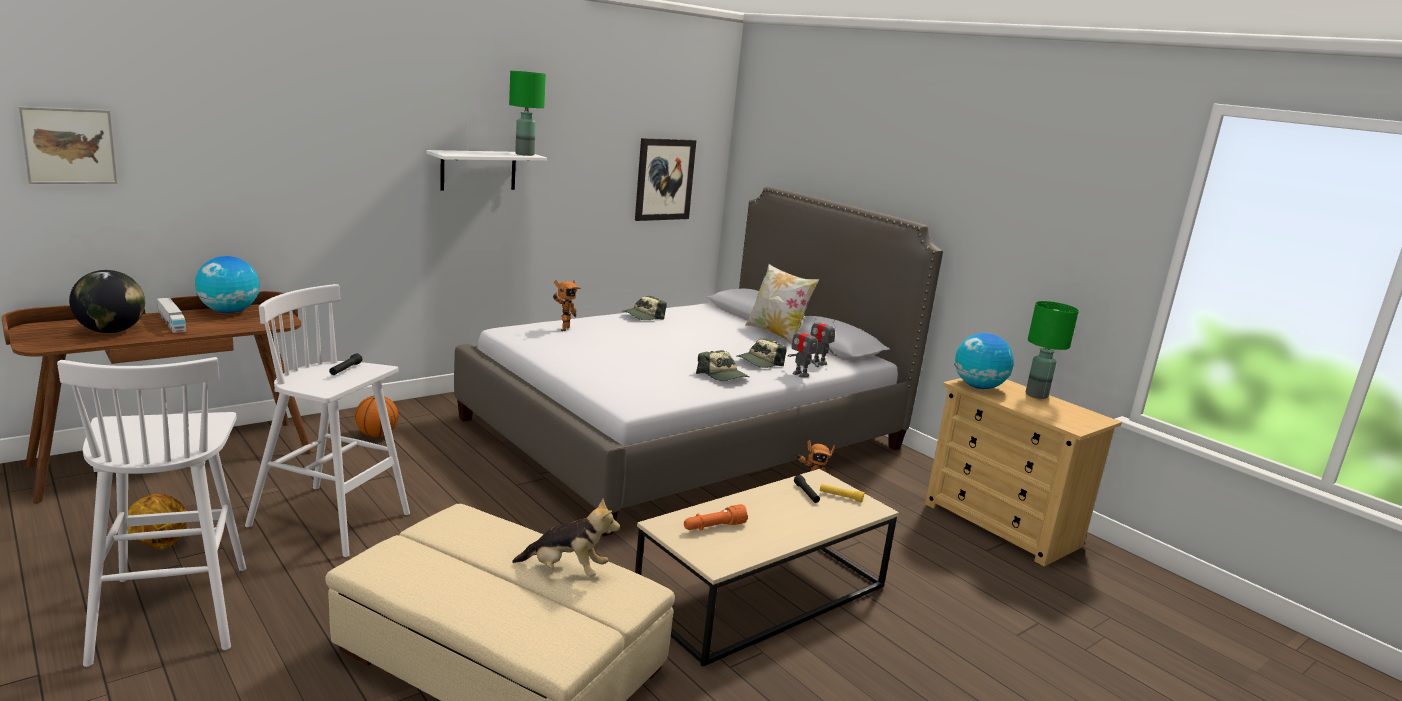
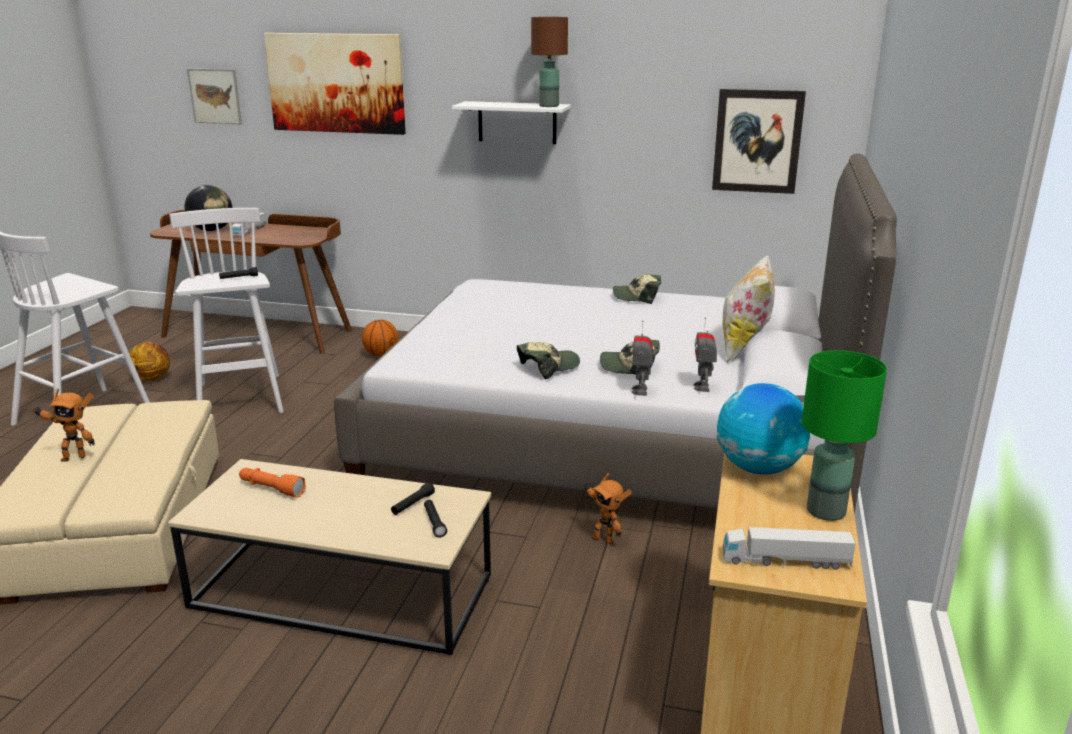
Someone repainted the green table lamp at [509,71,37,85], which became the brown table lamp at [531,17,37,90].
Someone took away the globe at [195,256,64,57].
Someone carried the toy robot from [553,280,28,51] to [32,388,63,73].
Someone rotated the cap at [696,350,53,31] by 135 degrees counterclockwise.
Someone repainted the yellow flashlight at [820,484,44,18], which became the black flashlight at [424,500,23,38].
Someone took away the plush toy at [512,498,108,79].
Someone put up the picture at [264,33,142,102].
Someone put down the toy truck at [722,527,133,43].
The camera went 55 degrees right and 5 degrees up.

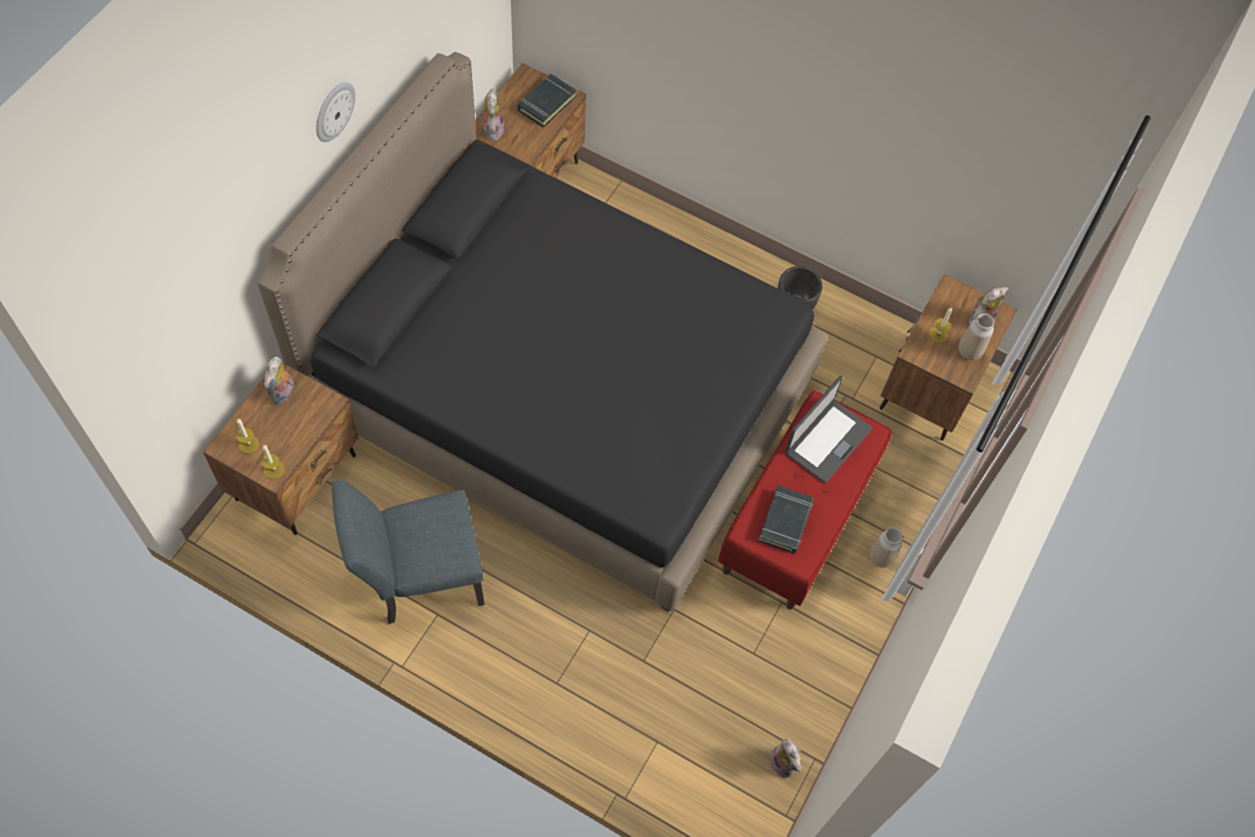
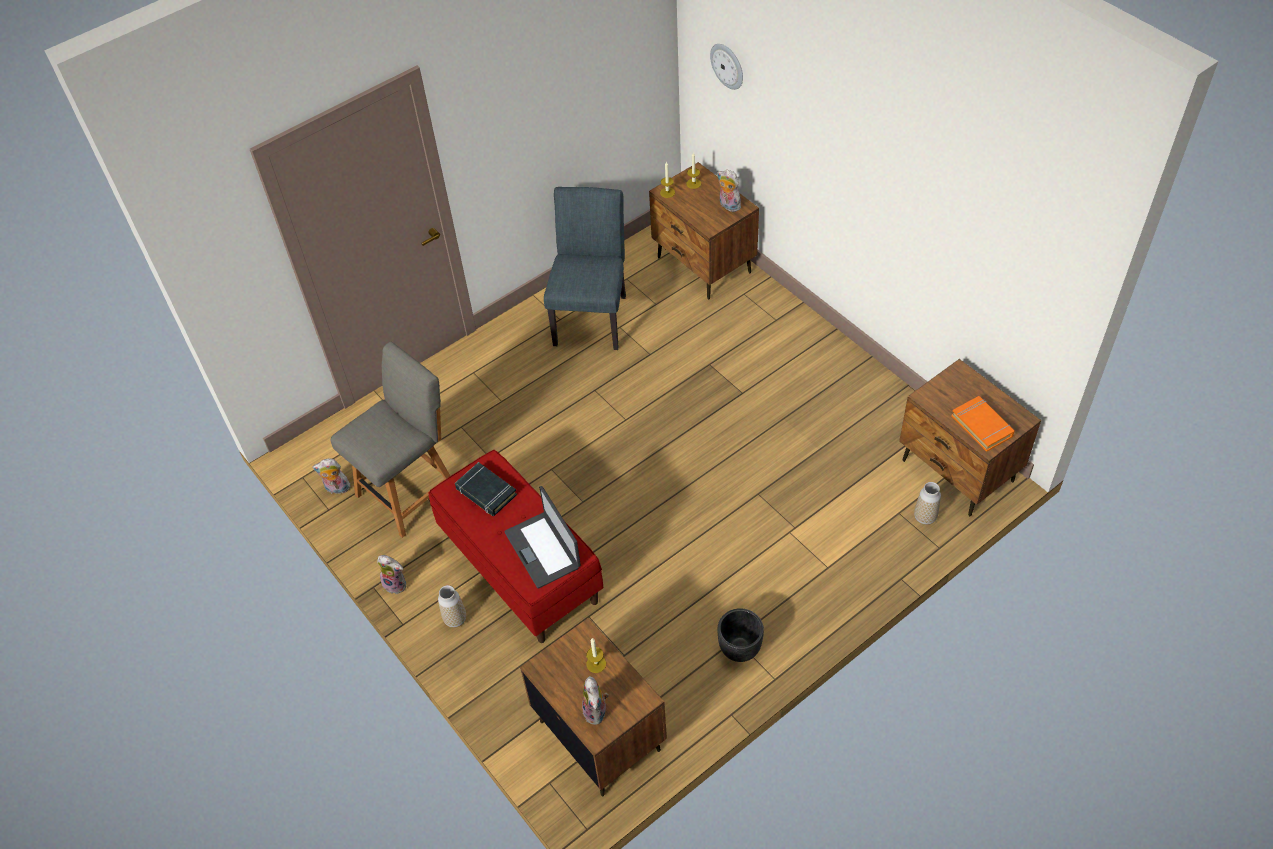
Someone took away the black bed at [257,52,570,560].
Someone repainted the black book at [518,74,59,54], which became the orange book at [952,396,63,56].
Someone carried the wall clock from [316,82,40,60] to [710,44,33,46].
Someone carried the plush toy from [479,88,25,53] to [377,555,29,39].
Someone carried the vase from [959,314,35,46] to [914,482,27,43].
Someone put down the grey chair at [330,342,120,196].
The camera went 120 degrees right and 10 degrees down.

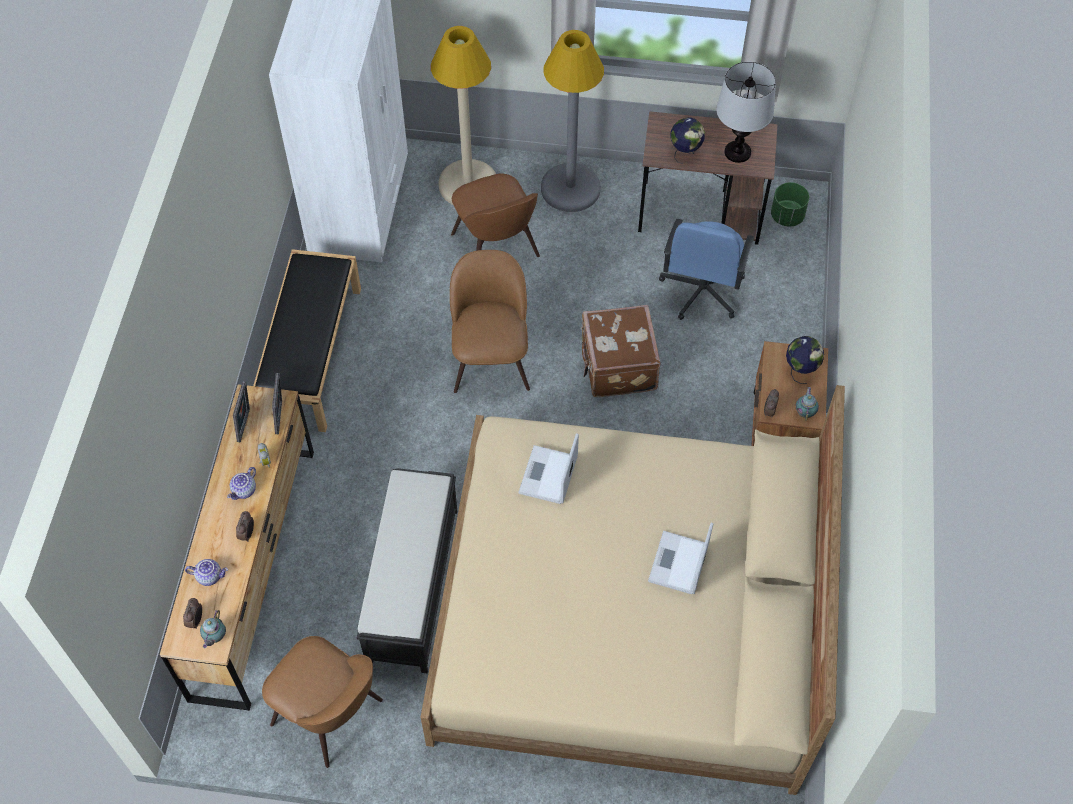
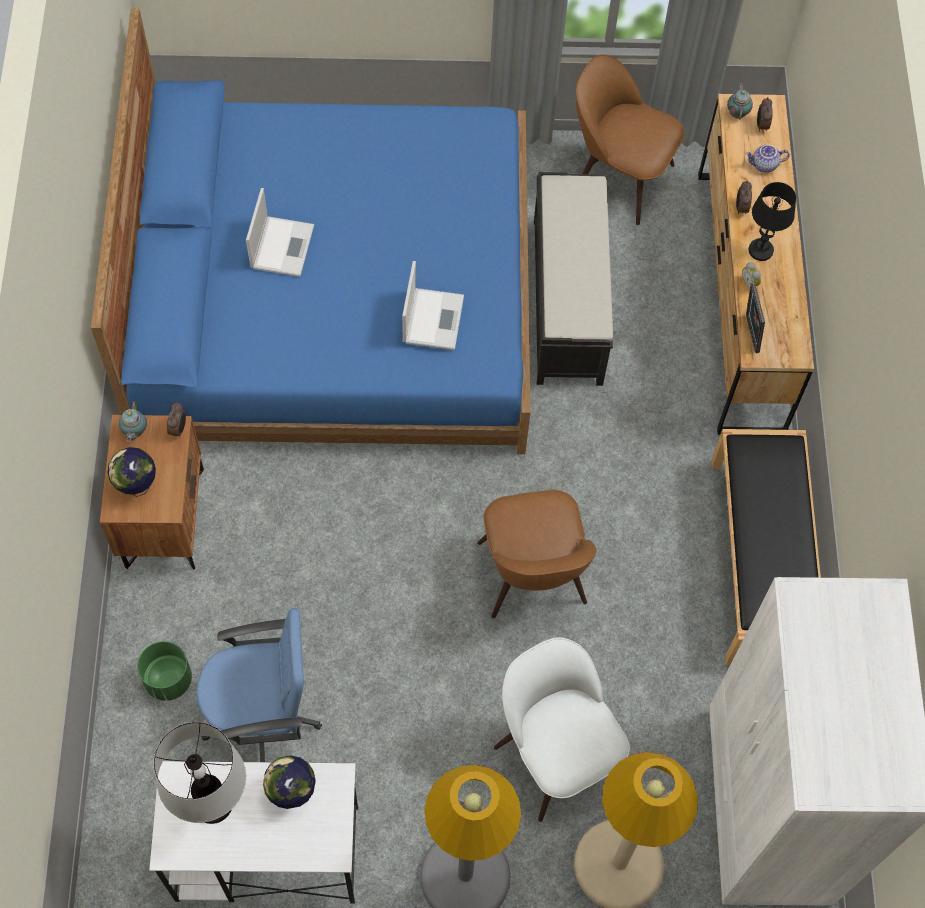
Someone repainted the brown desk at [638,111,140,134], which became the white desk at [149,761,209,142].
Someone repainted the brown chair at [451,173,89,84], which became the white chair at [494,637,136,185].
Someone carried the green planter from [771,182,38,45] to [137,641,55,60].
Someone rotated the blue office chair at [659,219,95,101] by 75 degrees clockwise.
Someone took away the brown suitcase at [580,305,81,92].
Someone took away the picture frame at [233,382,17,60].
Someone repainted the beige bed at [421,385,424,410], which became the blue bed at [91,8,440,446].
Someone swapped the teapot at [227,467,29,33] for the black table lamp at [749,182,47,79].
The camera went 170 degrees right and 5 degrees up.

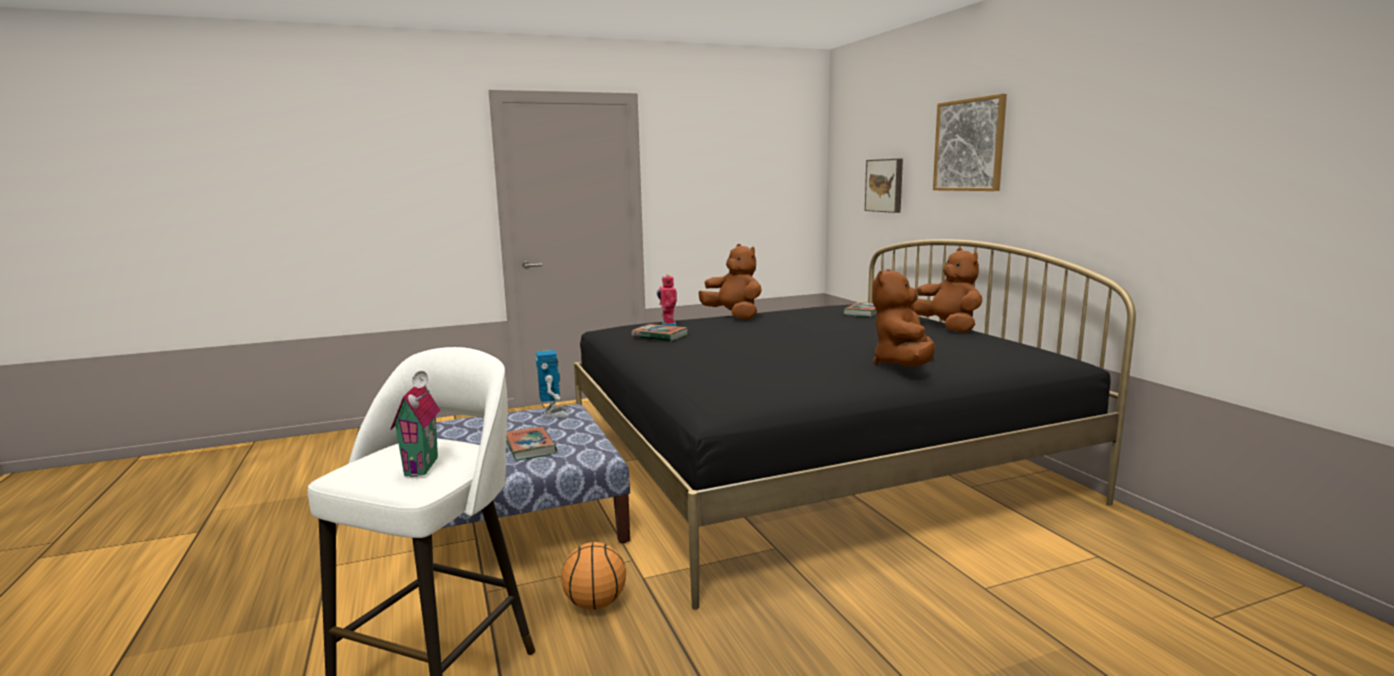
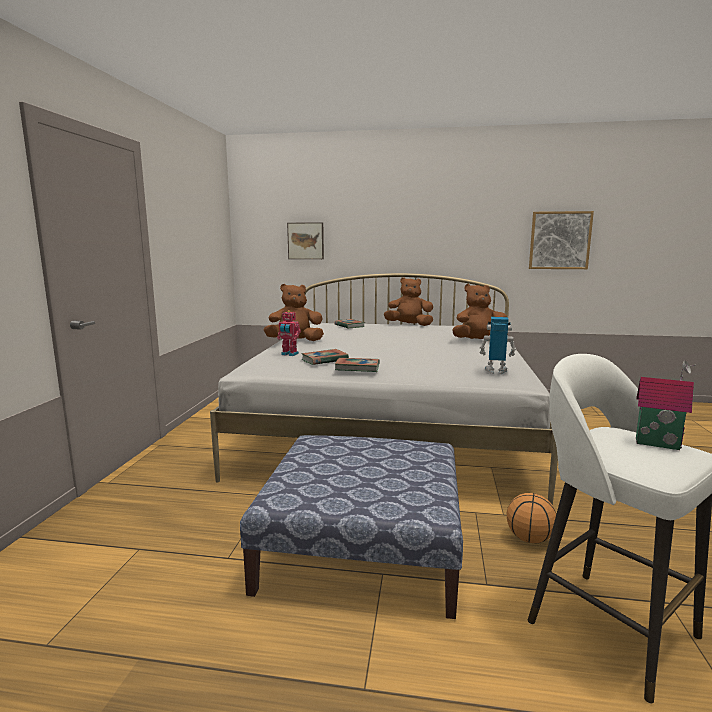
Someone carried the picture from [933,94,74,97] to [529,211,65,58].
Someone repainted the black bed at [574,239,562,371], which became the white bed at [210,273,348,232].
Someone rotated the brown plush toy at [872,269,63,97] by 120 degrees clockwise.
Someone carried the toy robot from [536,350,33,67] to [480,317,36,57].
Someone carried the book from [506,427,51,34] to [335,358,44,14].
The camera went 60 degrees left and 0 degrees up.

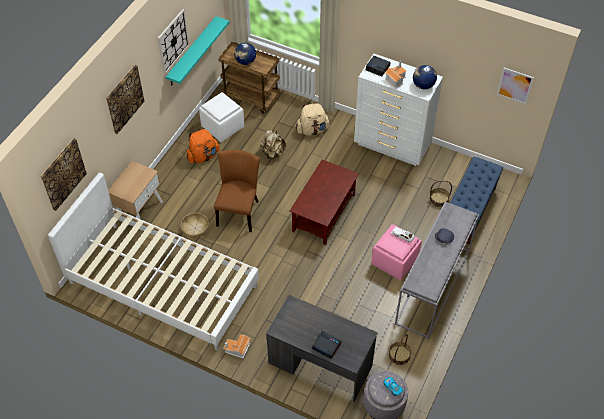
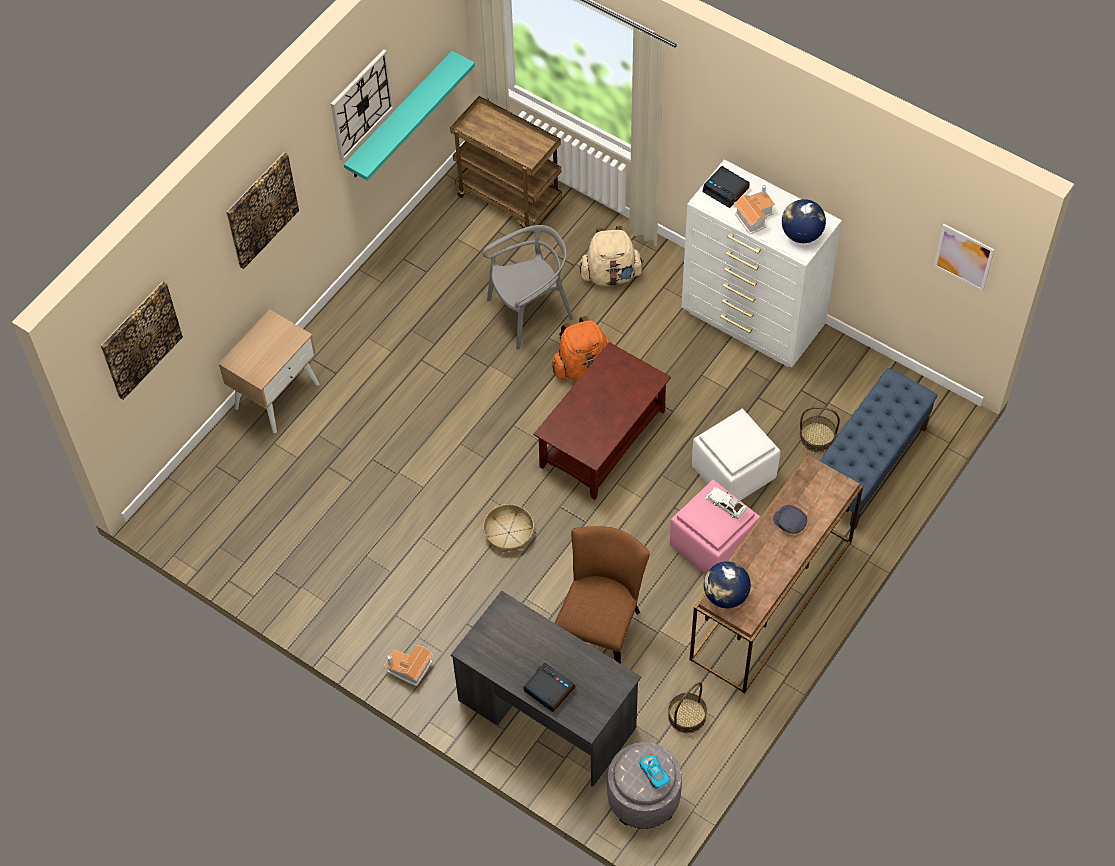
Someone carried the globe from [234,43,22,22] to [704,561,47,47].
Someone carried the white ottoman from [199,92,45,50] to [692,408,88,93].
Someone carried the orange backpack from [186,128,34,35] to [552,316,59,64].
Someone swapped the beige backpack at [260,129,26,30] for the grey chair at [482,225,91,125].
Someone carried the brown chair from [214,150,46,82] to [555,526,94,138].
Someone took away the white bed at [48,172,211,179].
Someone repainted the grey console table at [395,202,84,137], which became the brown console table at [689,454,174,240].
Someone carried the basket from [181,213,28,25] to [483,504,51,48].
The camera went 10 degrees right and 5 degrees up.

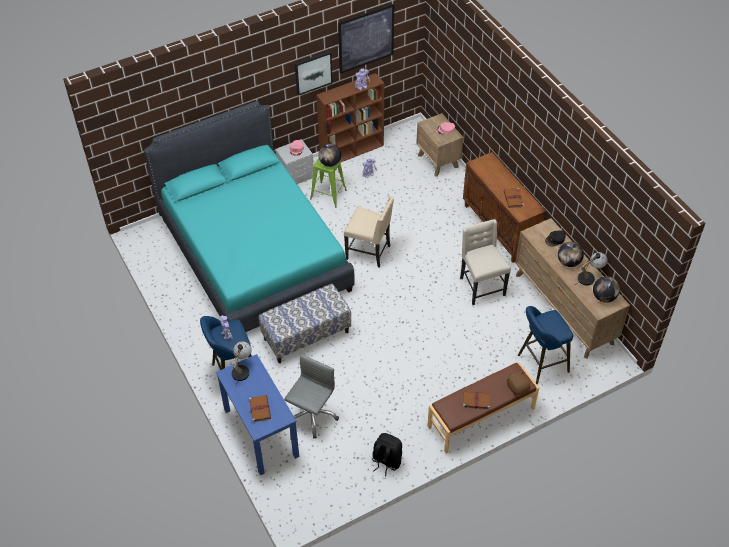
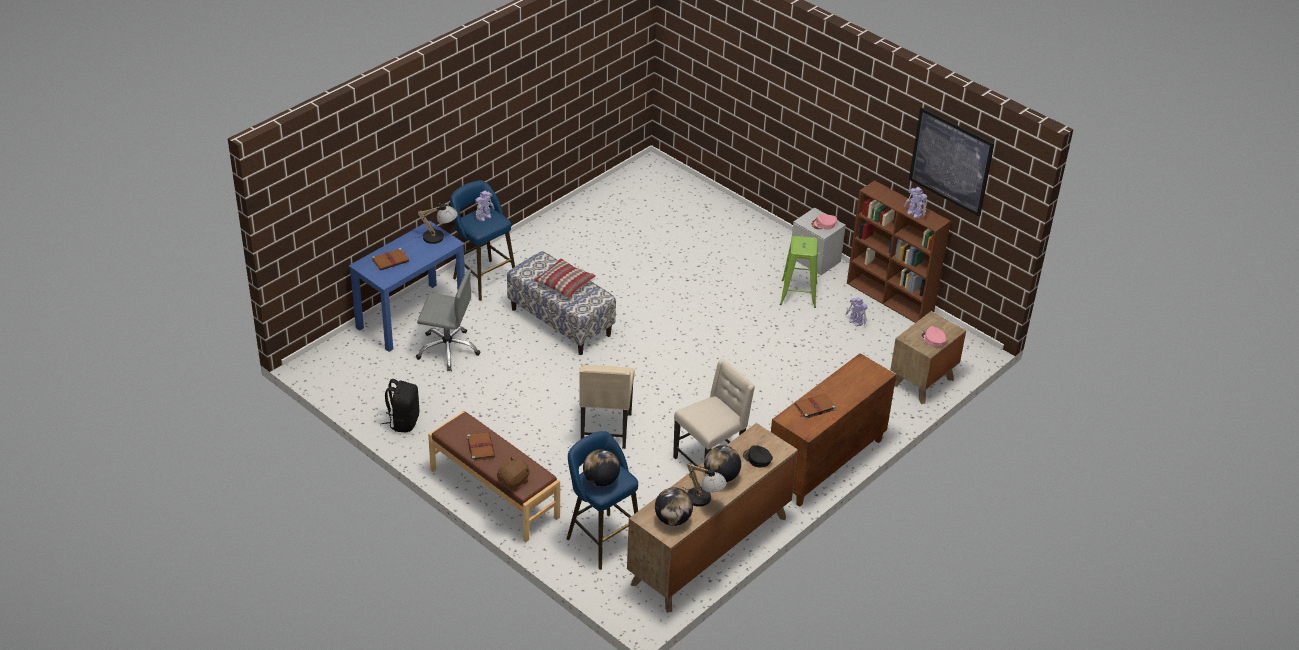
Someone took away the picture at [295,51,38,45].
Someone took away the turquoise bed at [144,101,211,231].
Someone carried the globe from [318,144,23,23] to [583,449,37,37].
Someone carried the beige chair from [344,196,50,72] to [579,365,56,84].
Someone put down the pillow at [533,259,63,39].
The camera went 70 degrees right and 10 degrees down.

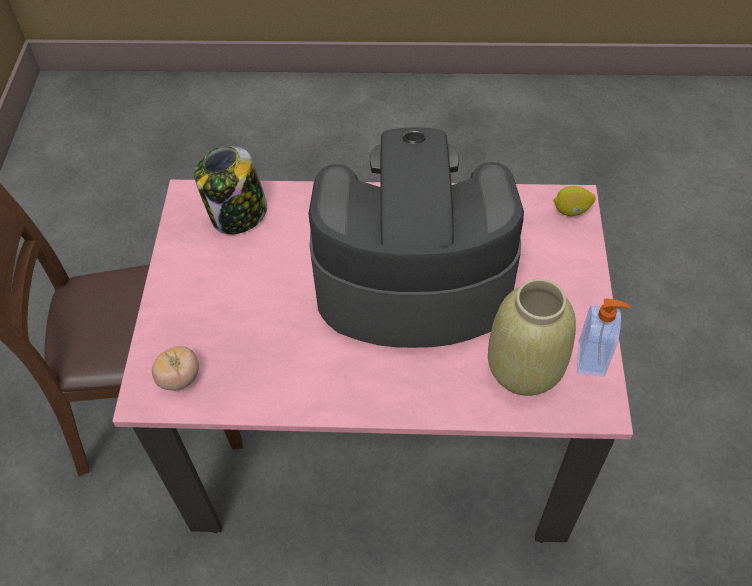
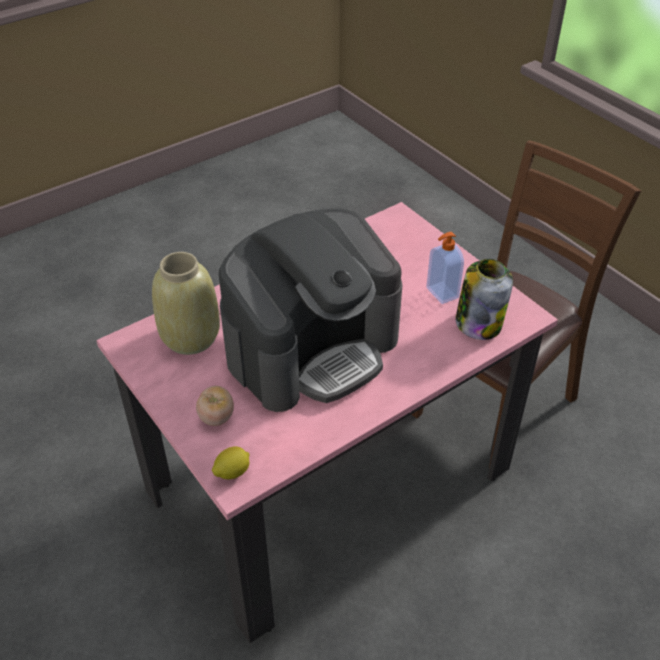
Someone carried the soap dispenser from [577,299,53,78] to [427,232,37,72].
Someone carried the tomato from [152,346,47,44] to [196,386,38,40].
The camera went 140 degrees right and 10 degrees down.

